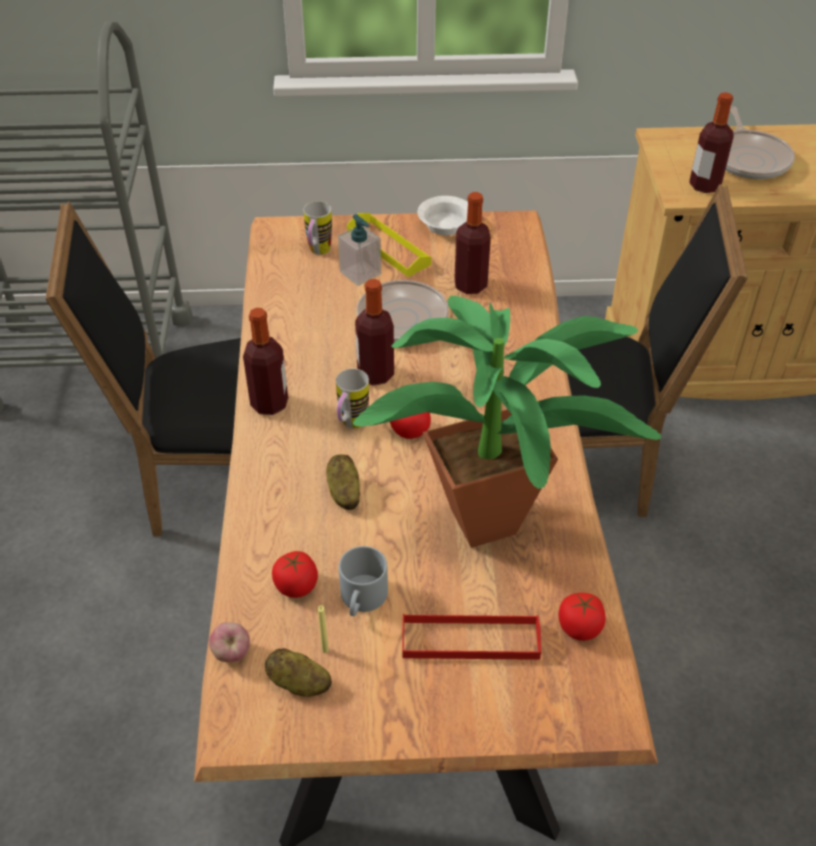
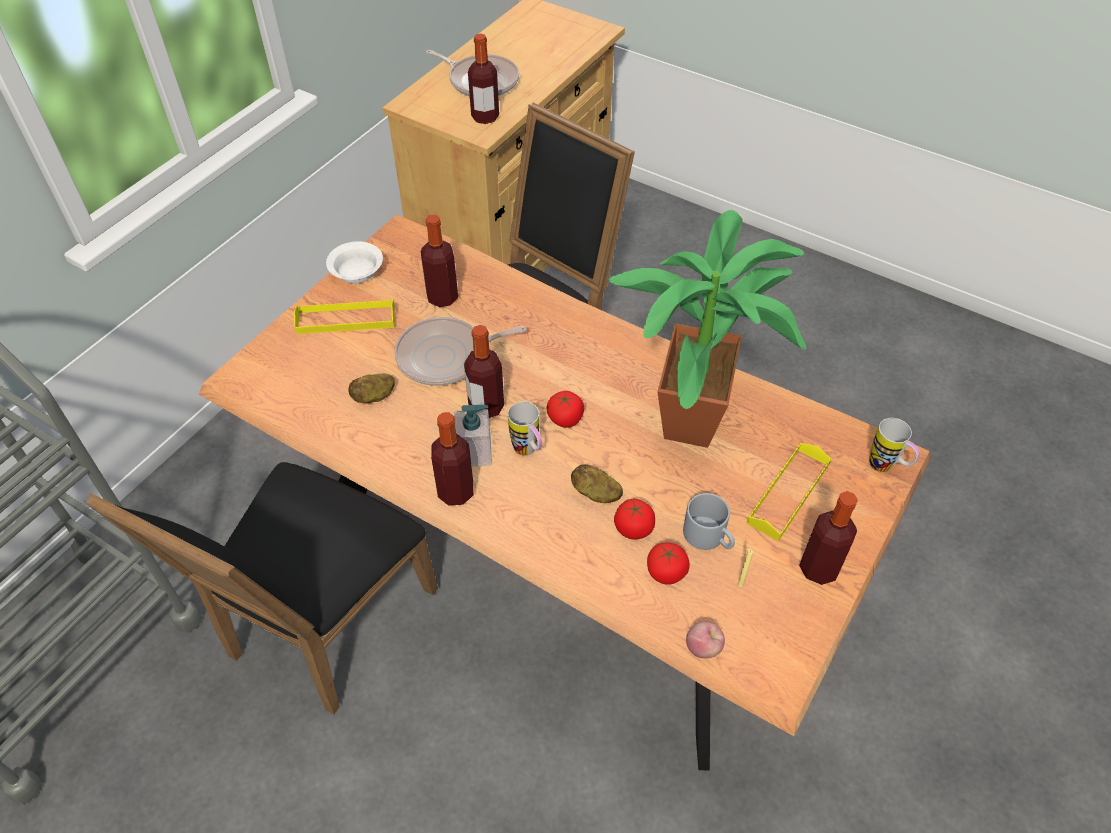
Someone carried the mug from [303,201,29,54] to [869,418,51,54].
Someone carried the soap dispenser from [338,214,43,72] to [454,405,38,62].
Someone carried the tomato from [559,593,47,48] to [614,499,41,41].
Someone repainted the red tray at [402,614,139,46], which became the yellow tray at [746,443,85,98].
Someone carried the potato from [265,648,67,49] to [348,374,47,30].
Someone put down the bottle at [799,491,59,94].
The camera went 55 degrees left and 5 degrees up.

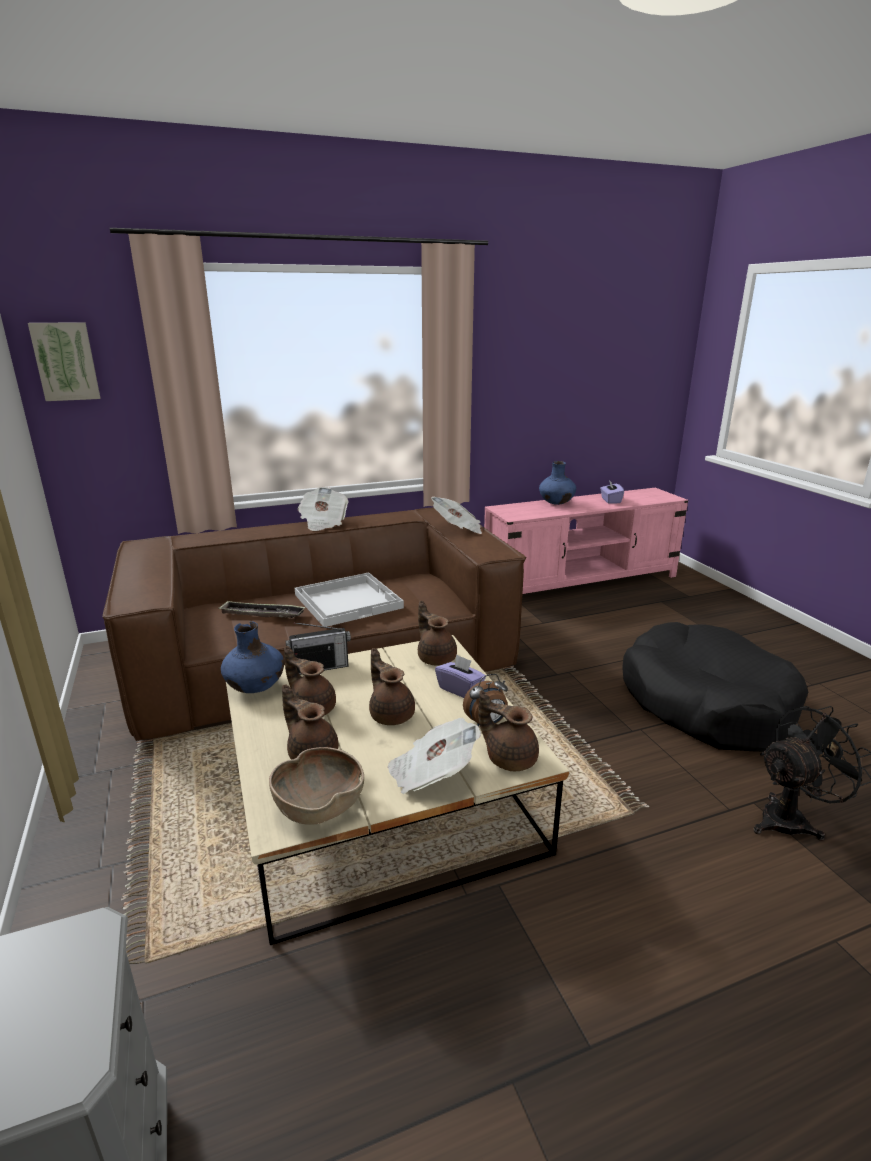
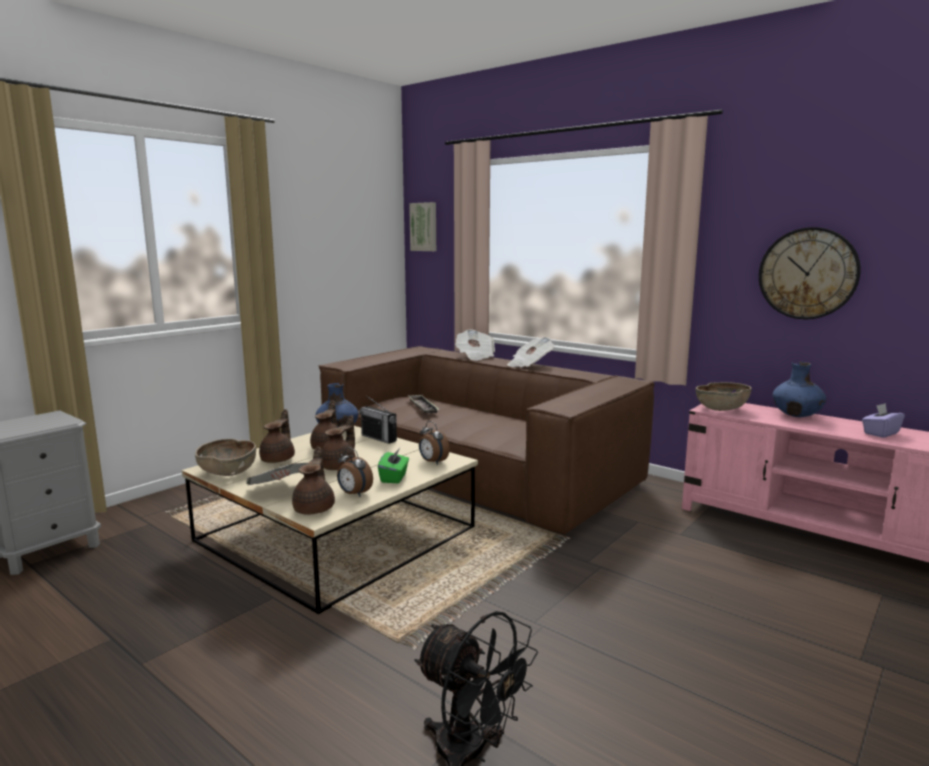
Someone carried the newspaper from [431,496,51,38] to [455,329,40,32].
Someone took away the white tray at [295,572,109,55].
Someone swapped the brown teapot at [418,600,39,65] for the alarm clock at [419,421,31,44].
Someone took away the black dog bed at [622,622,186,130].
Someone repainted the purple tissue box at [435,654,51,44], which became the green tissue box at [378,448,31,35].
Someone put up the wall clock at [759,227,102,92].
Someone put down the brown bowl at [696,382,56,29].
The camera went 60 degrees right and 10 degrees down.

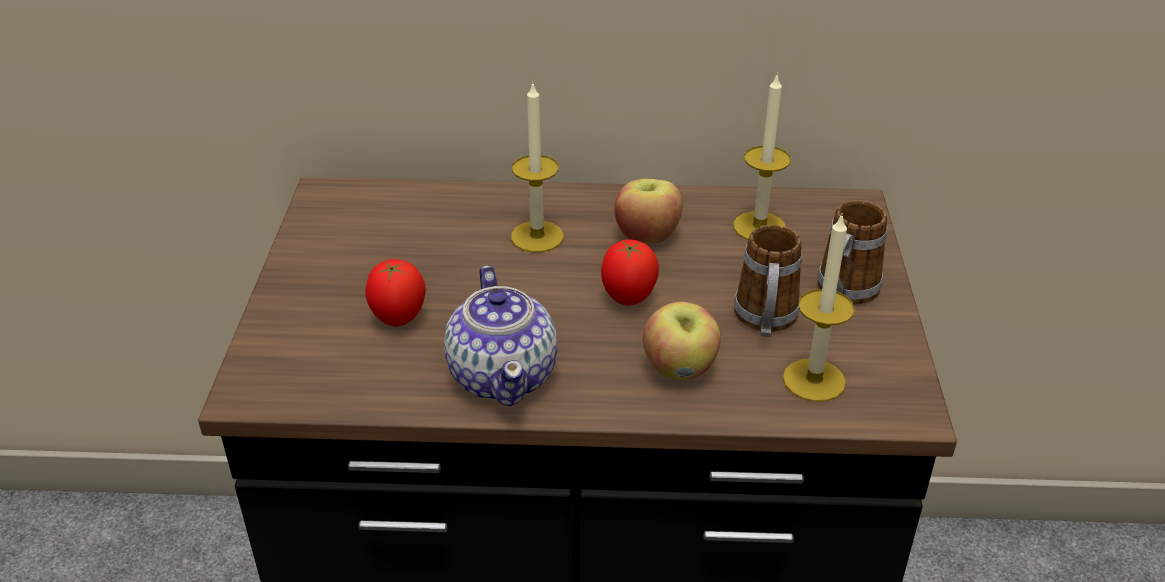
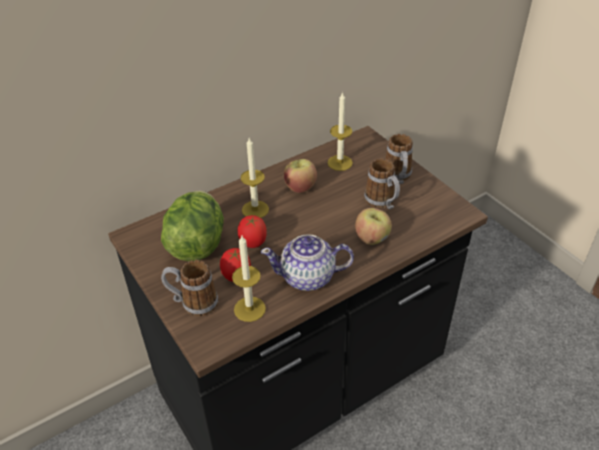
Someone carried the candle from [783,213,72,189] to [232,236,34,86].
Someone carried the tomato from [601,240,58,66] to [237,215,30,33].
Someone rotated the teapot at [444,265,113,141] by 135 degrees clockwise.
Someone put down the lettuce at [161,191,63,70].
Someone put down the mug at [161,260,57,56].
The camera went 35 degrees left and 5 degrees up.

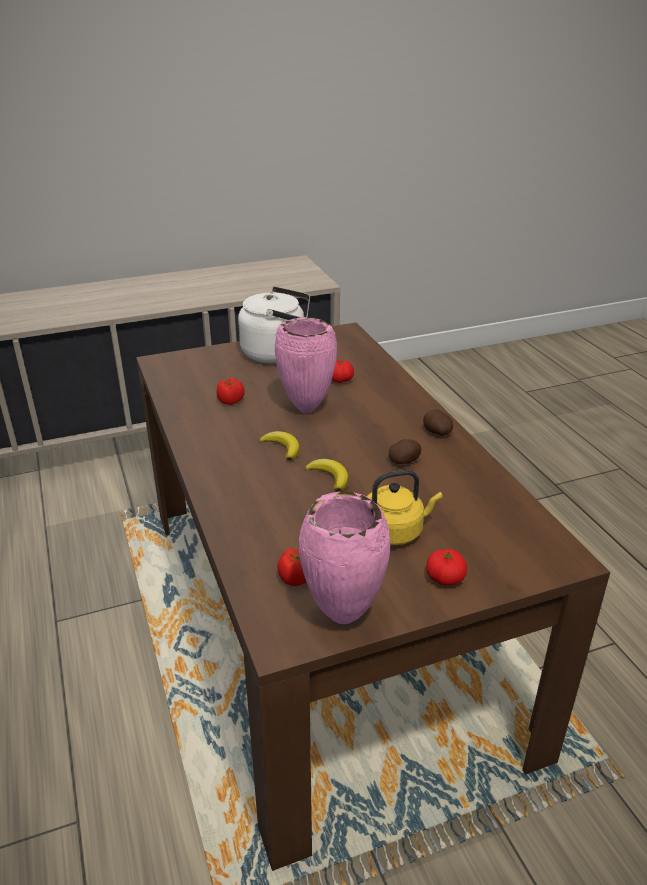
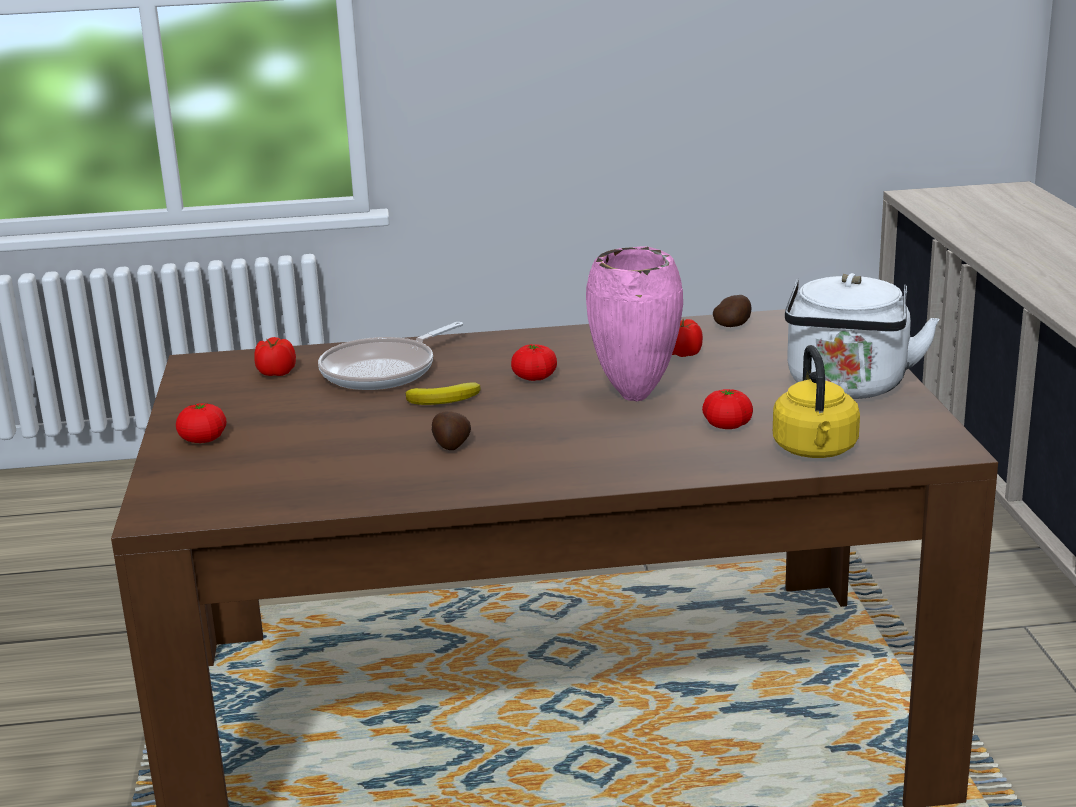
Someone carried the potato from [423,409,30,27] to [713,295,38,32].
Someone swapped the banana at [259,431,41,30] for the tomato at [511,344,46,37].
Someone carried the yellow kettle from [367,470,76,75] to [773,345,87,113].
Someone took away the pink vase at [299,492,92,132].
Someone put down the frying pan at [318,322,145,68].
The camera went 105 degrees right and 10 degrees down.

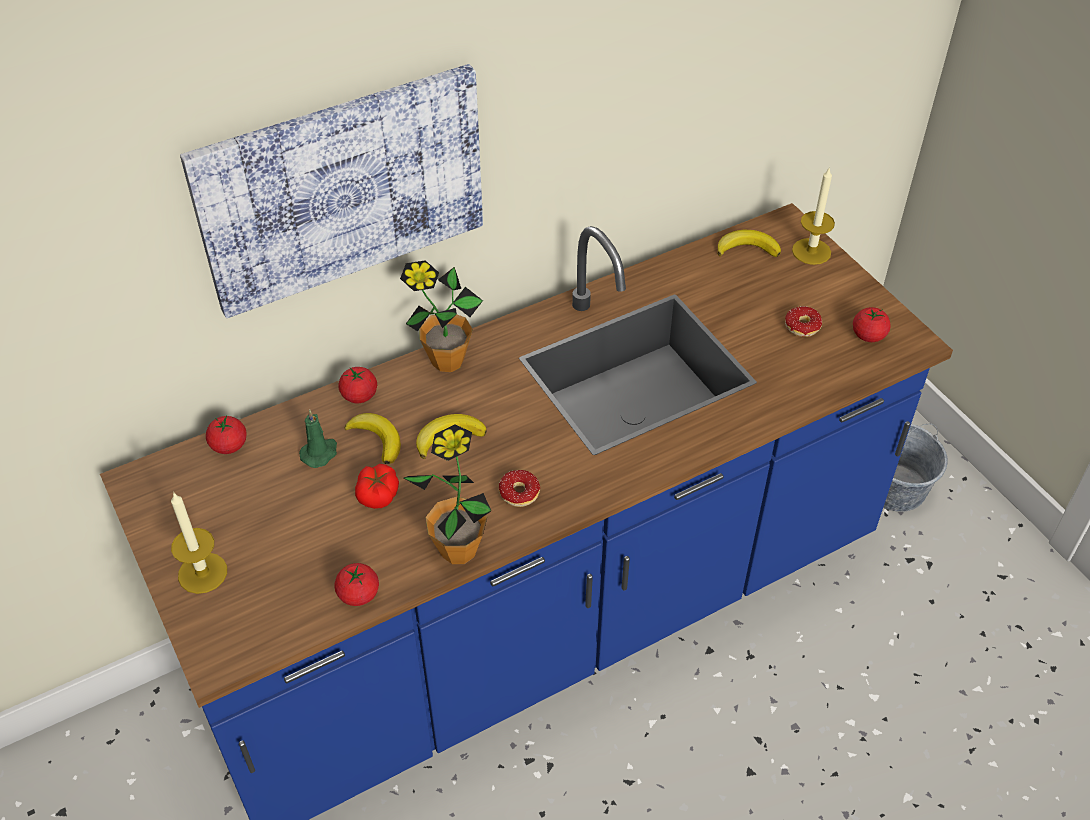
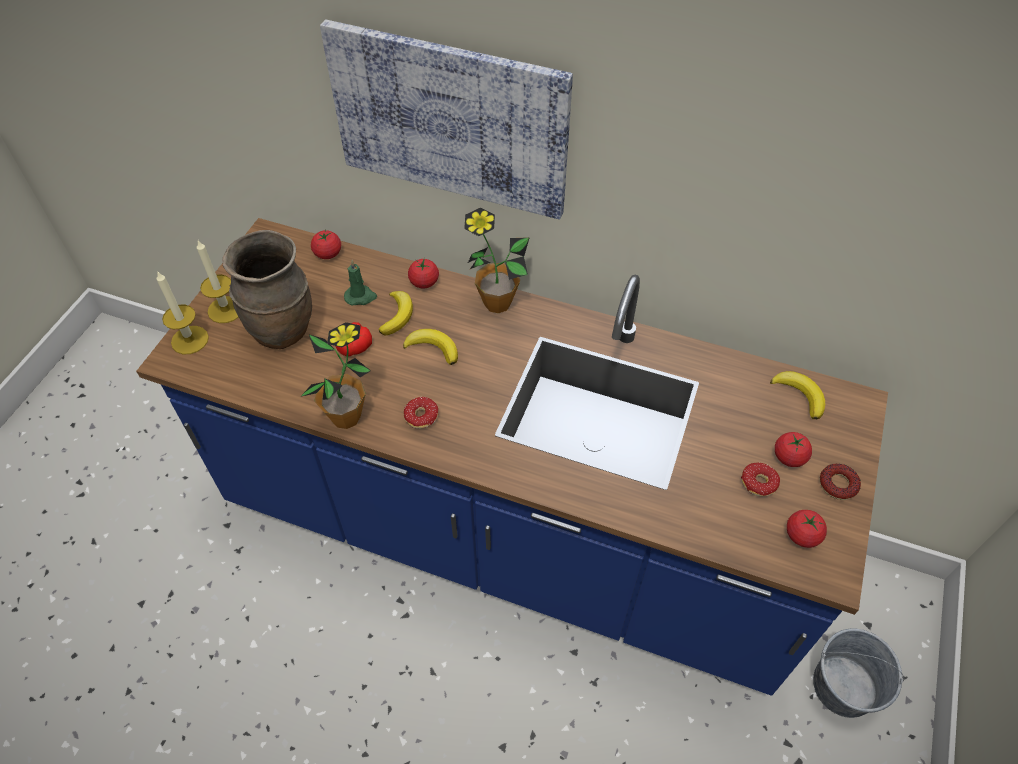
Someone carried the candle from [792,167,43,98] to [156,271,53,83].
Someone carried the tomato from [334,563,45,43] to [775,432,37,35].
Someone put down the brown vase at [222,230,90,119].
Someone put down the donut at [820,464,41,36].
The camera went 50 degrees right and 5 degrees up.

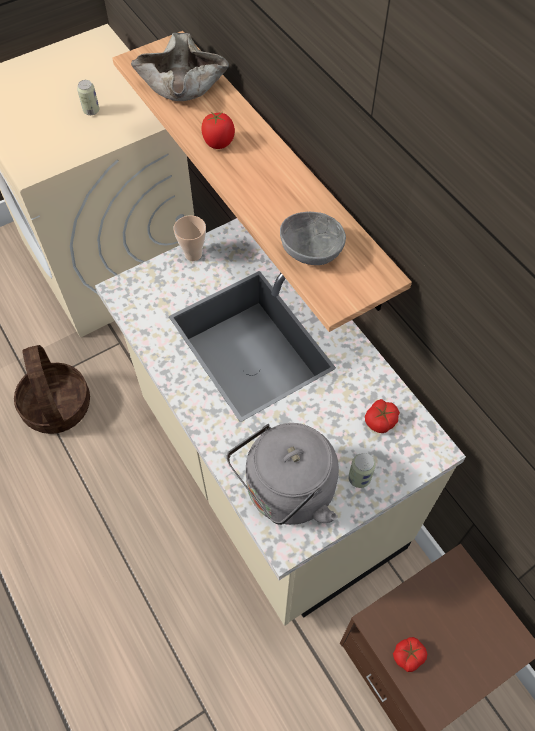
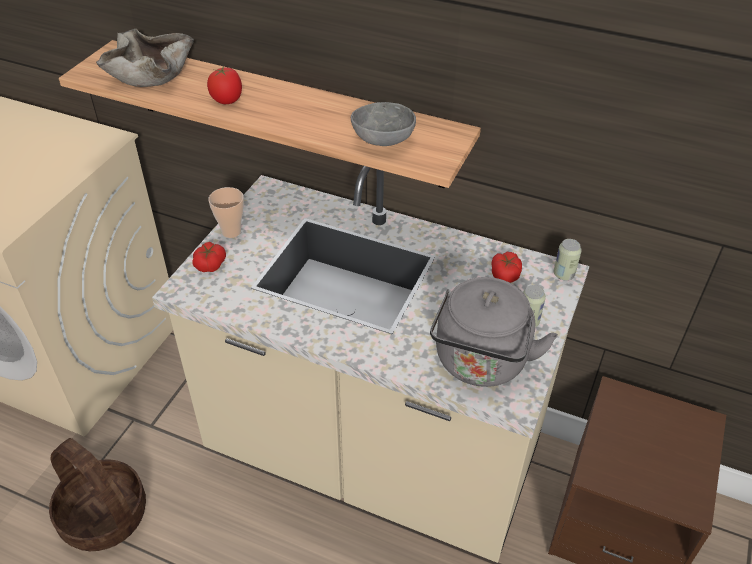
Someone carried the can from [77,80,22,35] to [553,239,29,42].
Someone carried the tomato from [393,637,34,35] to [192,242,34,30].
The camera went 35 degrees left and 15 degrees down.

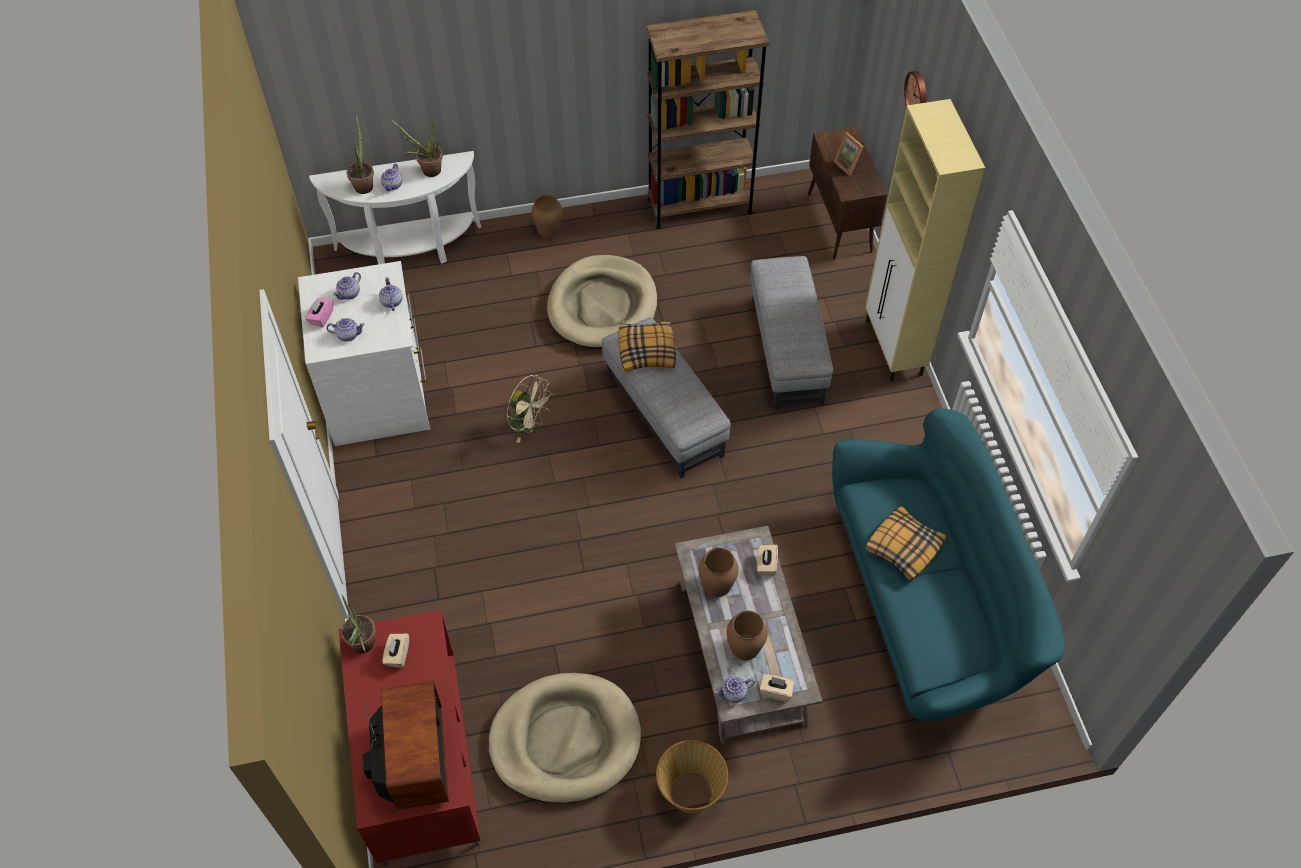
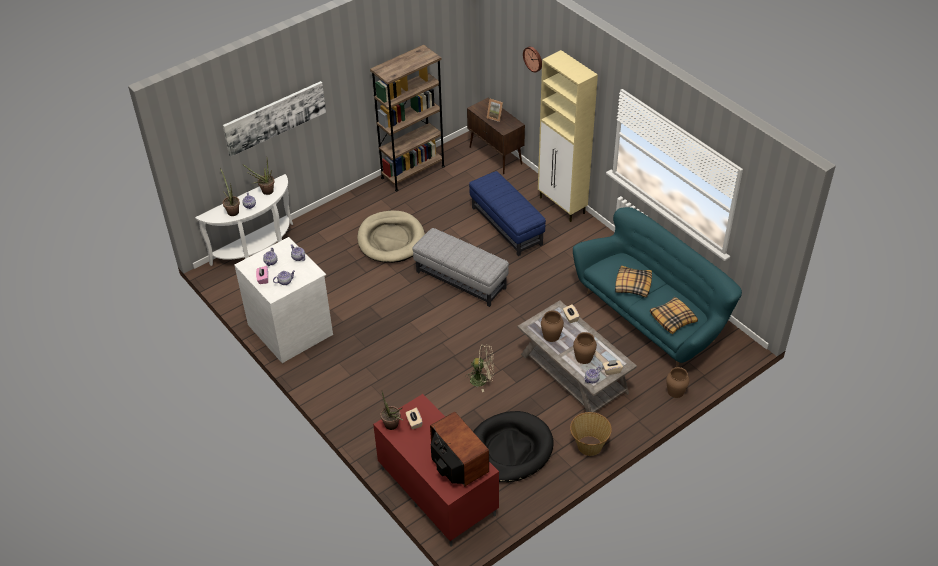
Someone carried the brown vase from [531,194,31,43] to [666,367,23,31].
Someone repainted the grey ottoman at [750,256,83,153], which became the blue ottoman at [469,171,77,85].
Someone carried the pillow from [618,320,58,52] to [650,297,48,37].
Someone carried the beige fan from [507,374,45,69] to [465,344,30,48].
Someone repainted the beige dog bed at [489,673,152,131], which became the black dog bed at [473,411,81,71].
Someone put up the picture at [223,81,103,76].
The camera went 25 degrees left and 10 degrees down.

